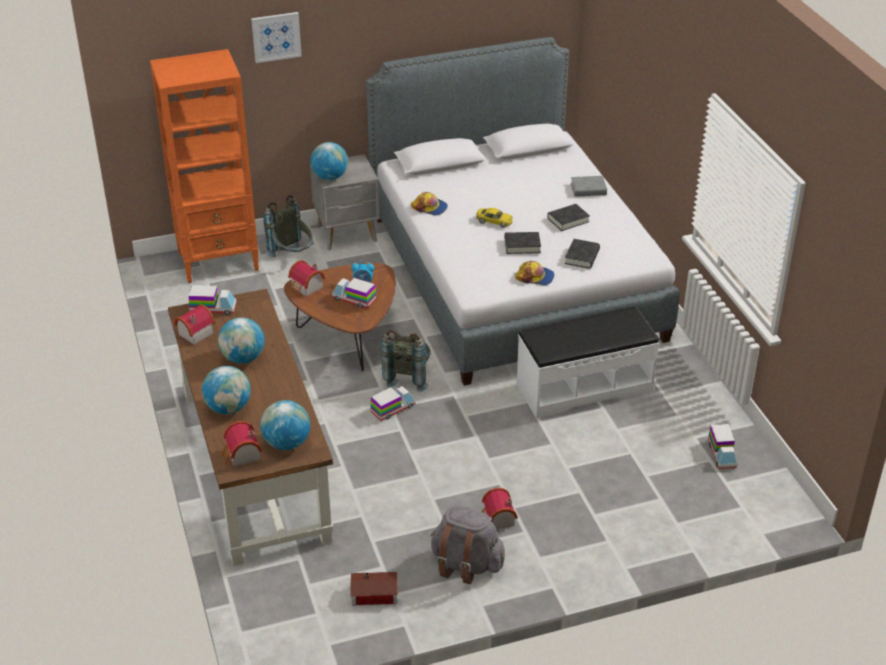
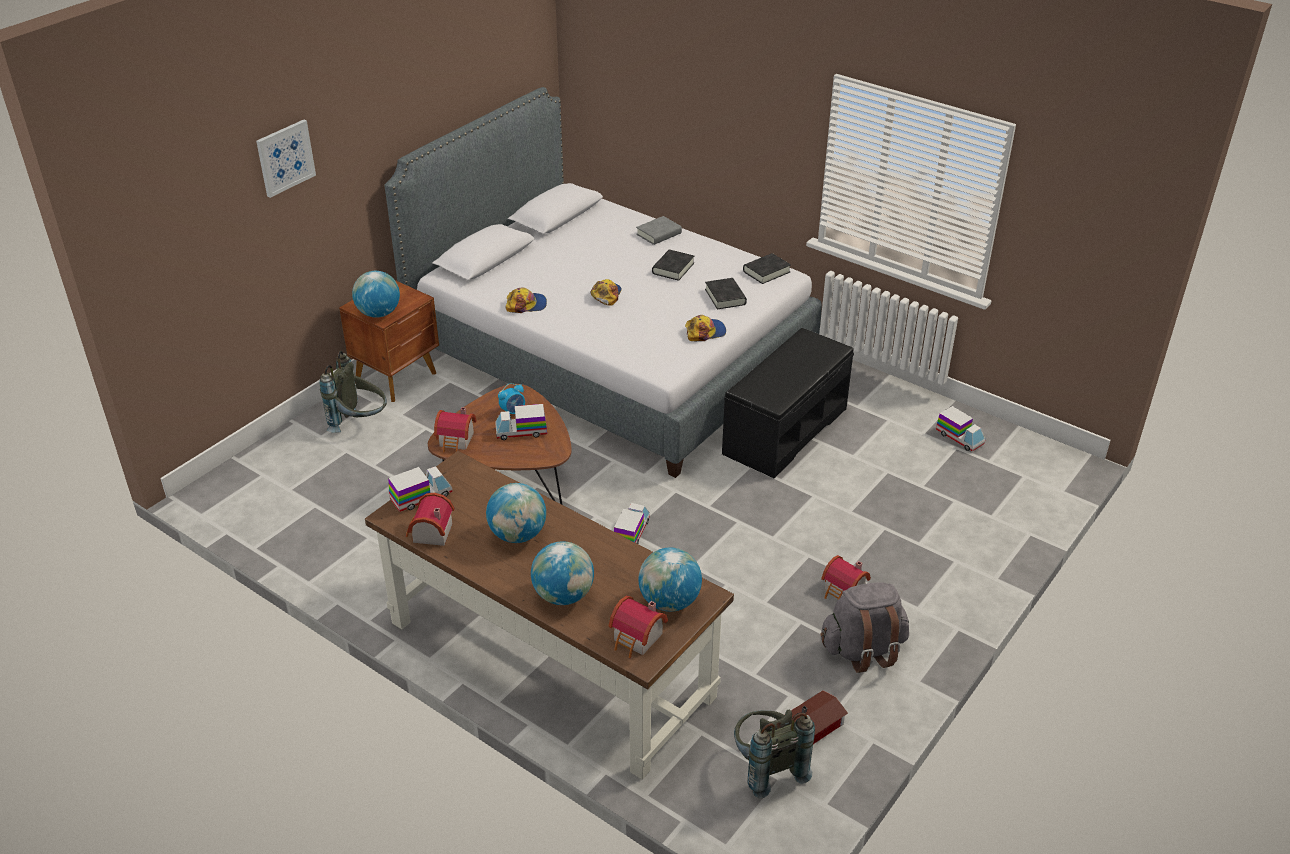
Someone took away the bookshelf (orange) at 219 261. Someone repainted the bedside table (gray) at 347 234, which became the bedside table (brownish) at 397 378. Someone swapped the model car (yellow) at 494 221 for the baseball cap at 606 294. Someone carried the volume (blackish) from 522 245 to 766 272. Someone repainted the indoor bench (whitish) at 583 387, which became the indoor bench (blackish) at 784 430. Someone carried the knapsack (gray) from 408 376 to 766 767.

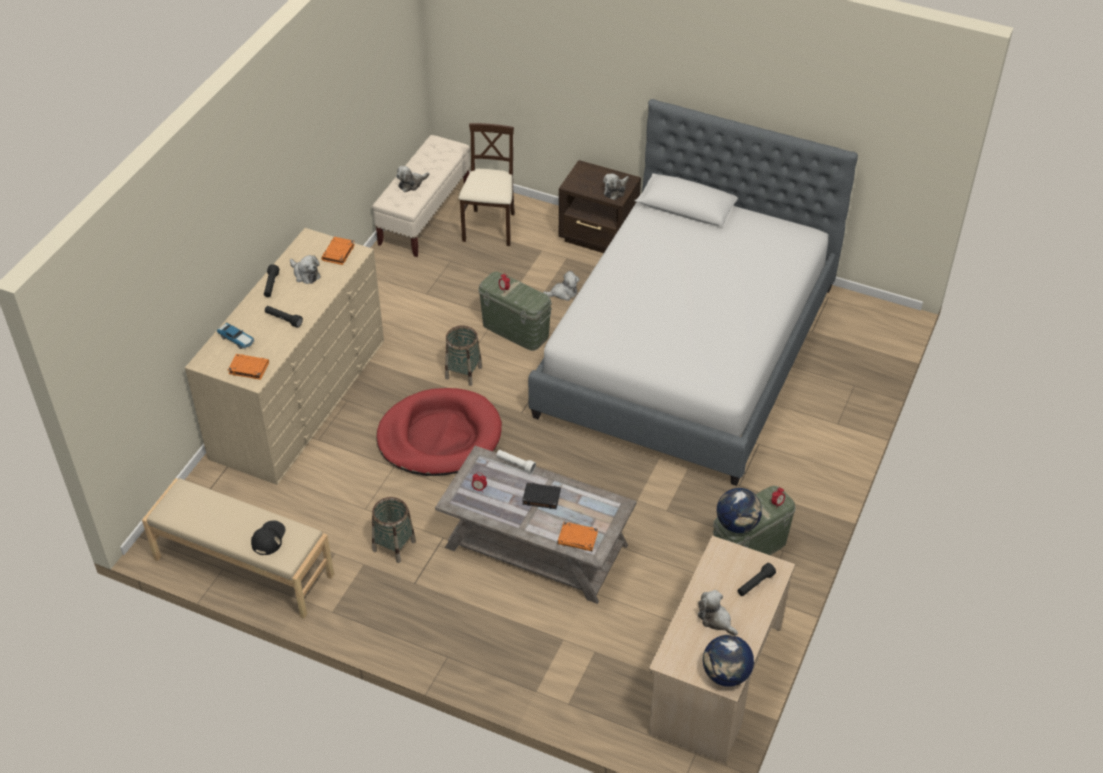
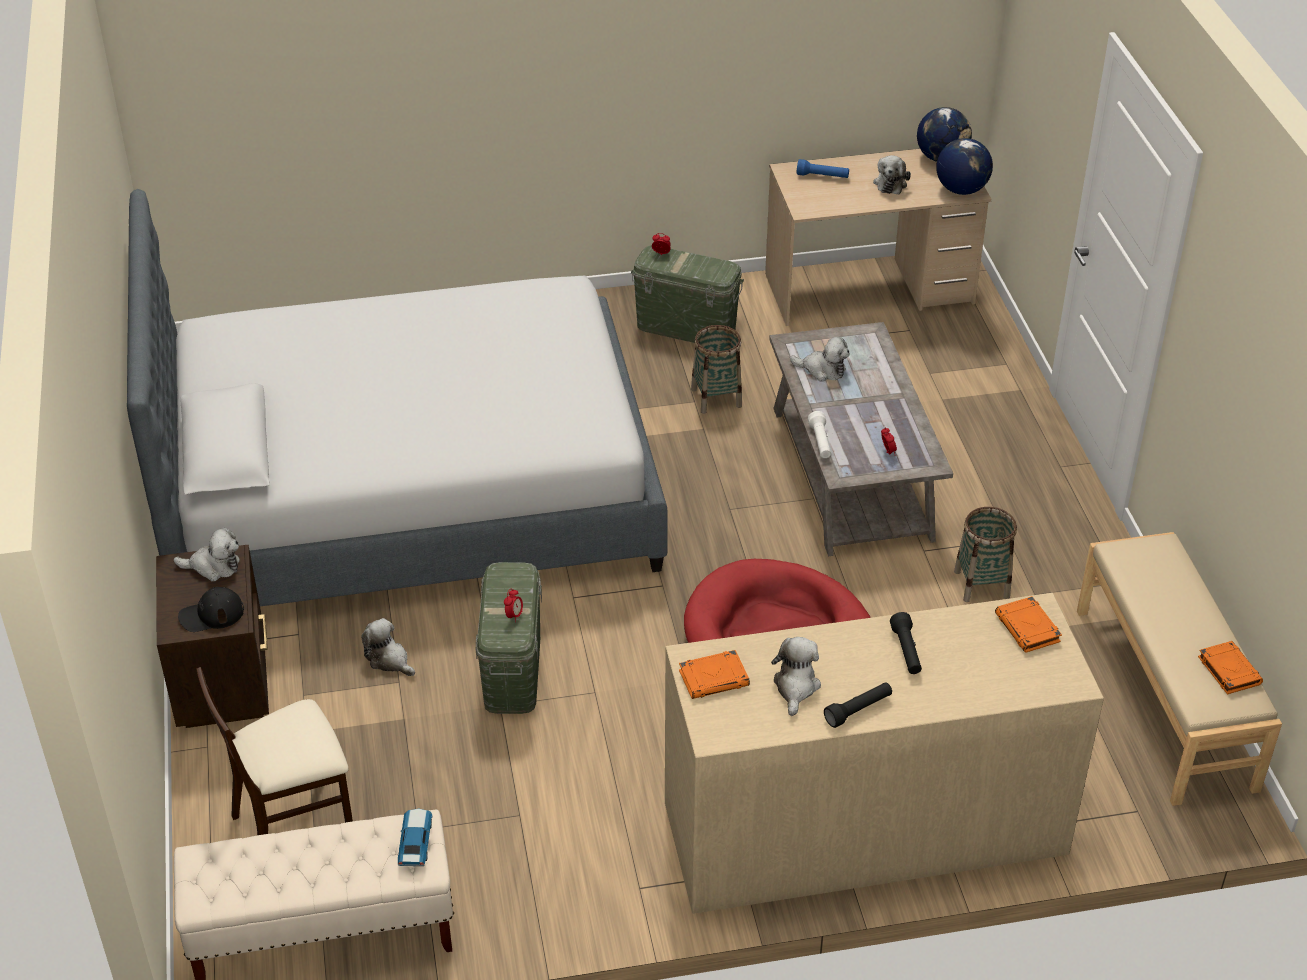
Someone carried the cuddly toy from 411 184 to 822 370. Someone carried the model car from 237 339 to 415 842. Someone carried the household basket from 463 372 to 716 398. Someone took away the volume (blackish) at 541 497. Someone carried the desk globe from 737 524 to 961 189. Someone carried the baseball cap (blackish) from 268 538 to 211 614. Someone carried the volume (orange) from 578 538 to 1228 670. Someone repainted the flashlight (blackish) at 755 584, which became the flashlight (blue) at 822 176.

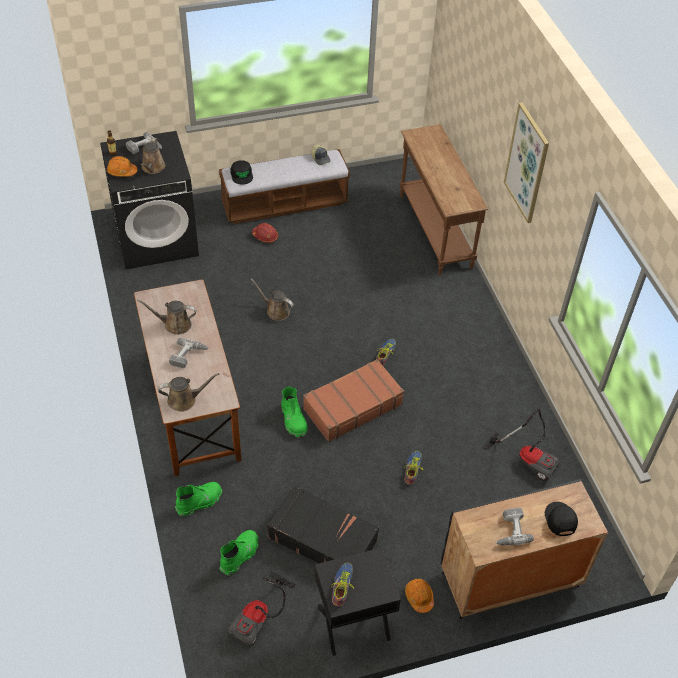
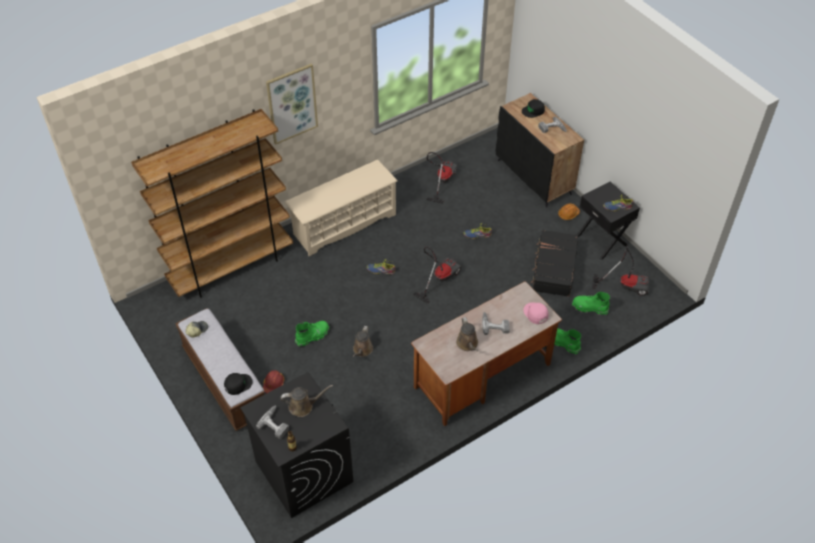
Someone swapped the console table (brownish) at 434 231 for the bookshelf (brownish) at 232 267. Someone took away the hard hat (orange) at 121 171. Someone swapped the suitcase (brownish) at 352 406 for the vacuum cleaner at 439 278. Someone swapped the sprinkling can (brownish) at 185 400 for the baseball cap (pink-coloured) at 535 313. Someone carried the boot (greenish) from 293 420 to 313 336. Someone put down the shoe stand (beige) at 344 224.

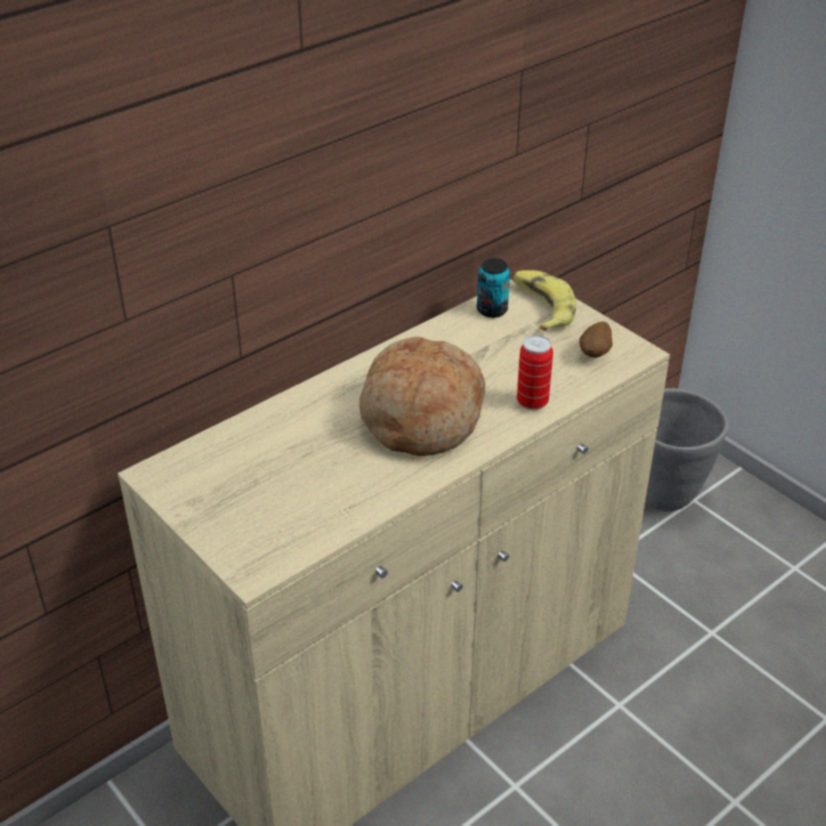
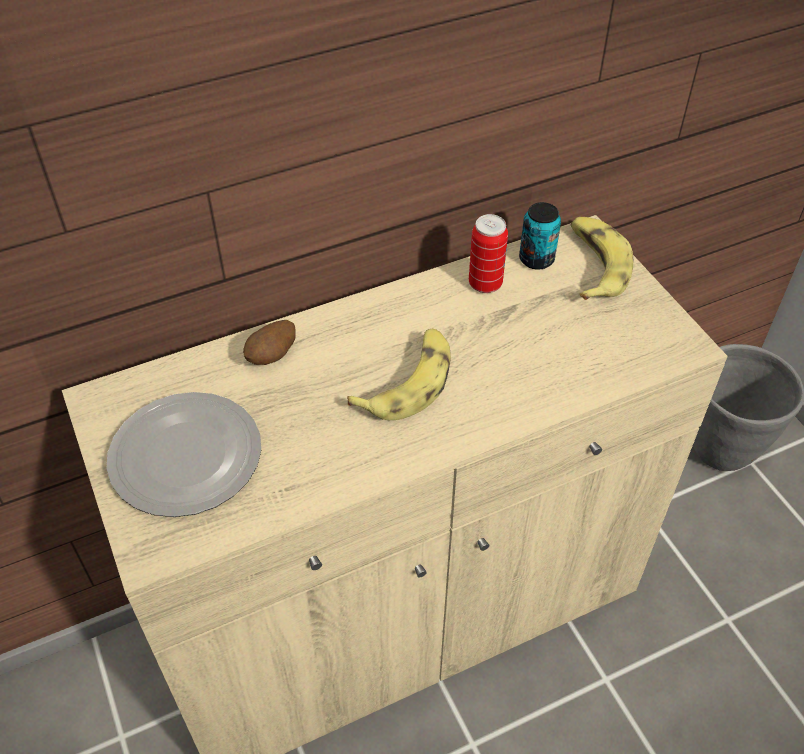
Someone carried the spud from 595 353 to 272 356. Someone carried the can from 532 402 to 485 284. Someone swapped the bread at 420 415 for the whole banana at 408 382. Someone put down the plate at 184 458.

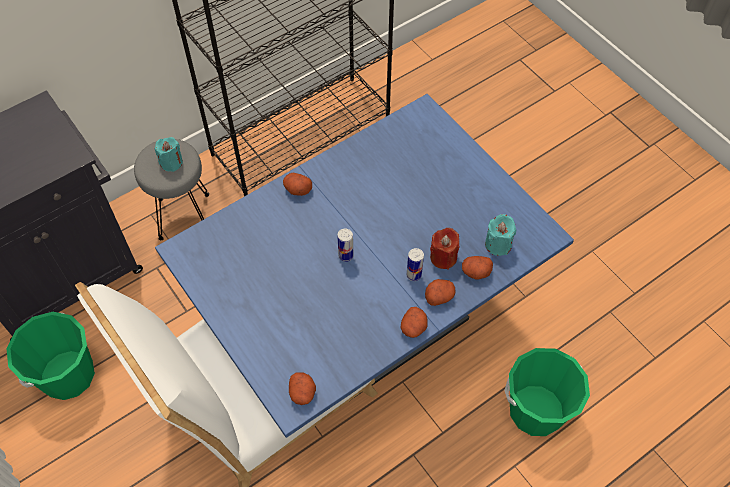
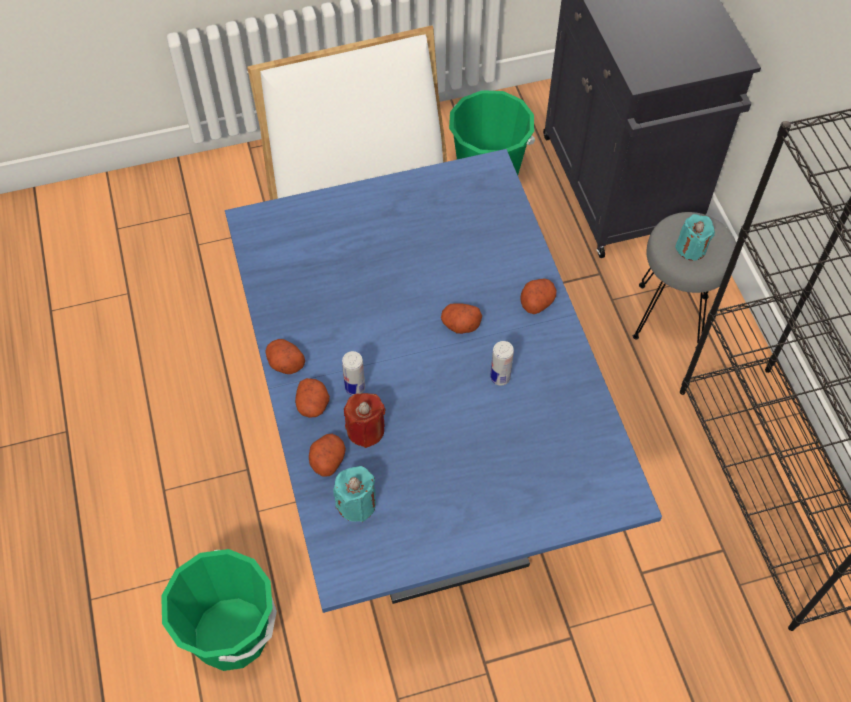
Someone carried the can from 345 255 to 500 377. Someone carried the spud from 302 392 to 460 325.

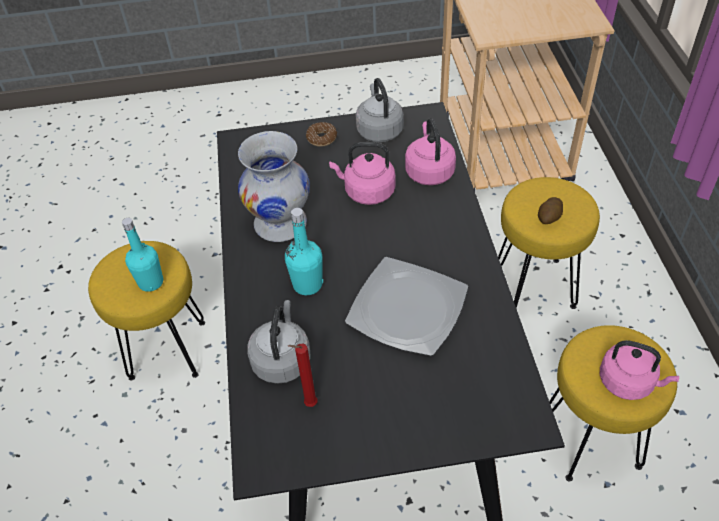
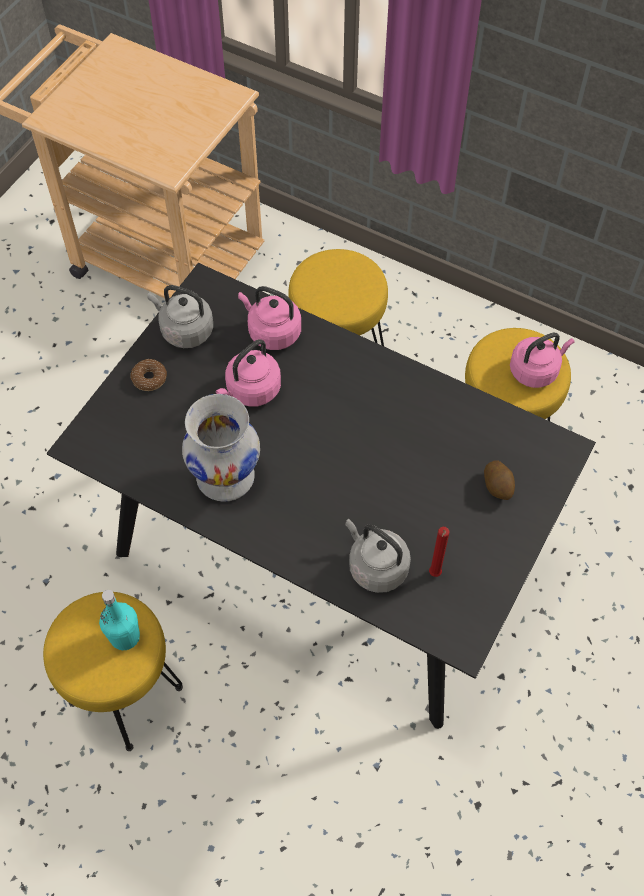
Someone carried the spud from 549 218 to 498 486. Someone took away the bottle (turquoise-coloured) at 307 284. Someone took away the plate at 407 308.

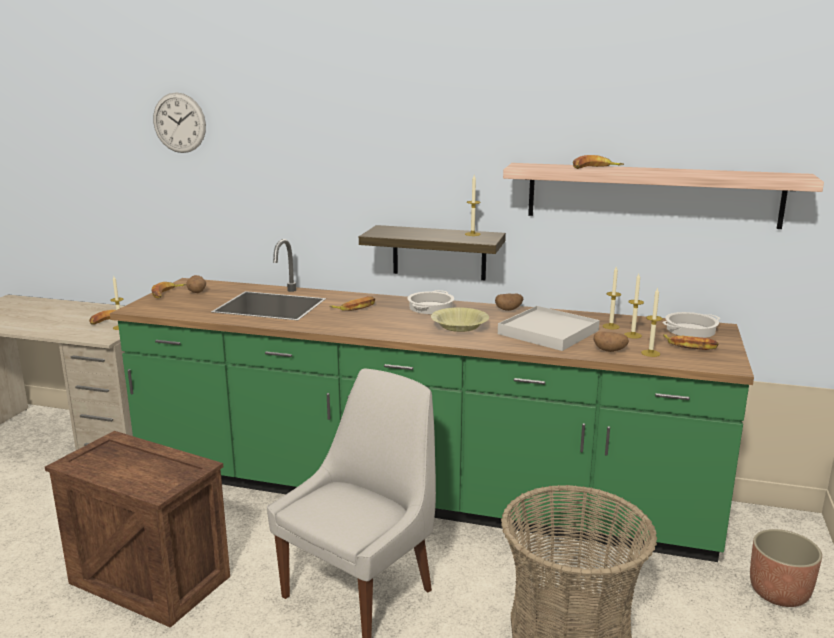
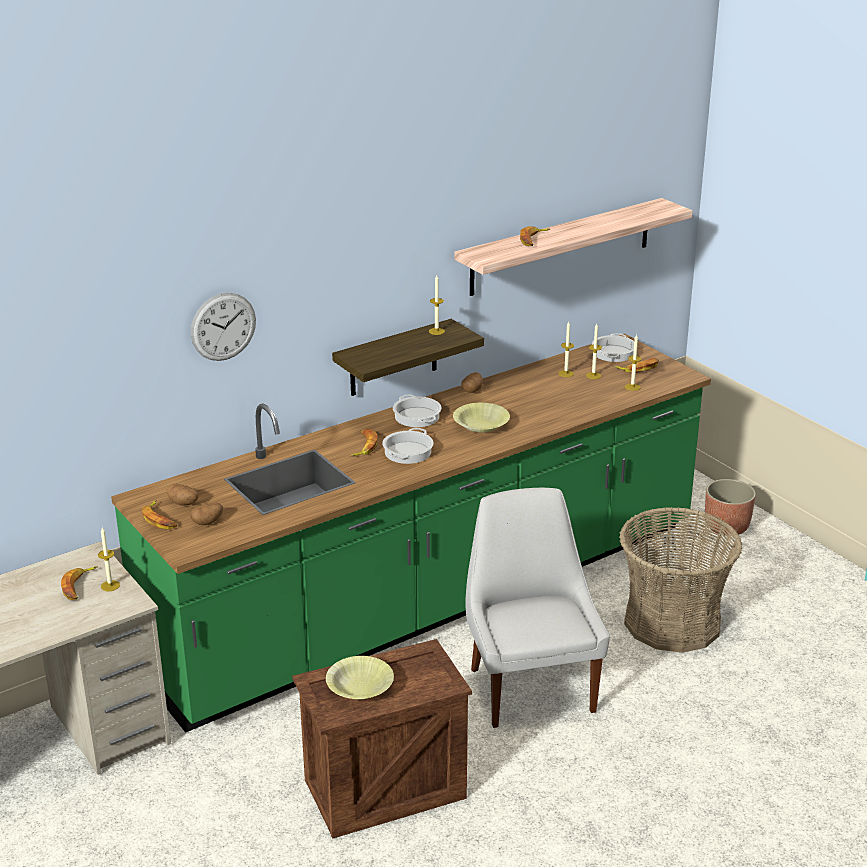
Someone carried the clock on the wall from 179 123 to 223 326. Someone took away the tray (whitish) at 548 332. Someone carried the spud from 610 350 to 207 522. Someone put down the cooking pot at 408 452. Someone put down the bowl (yellow) at 360 687.

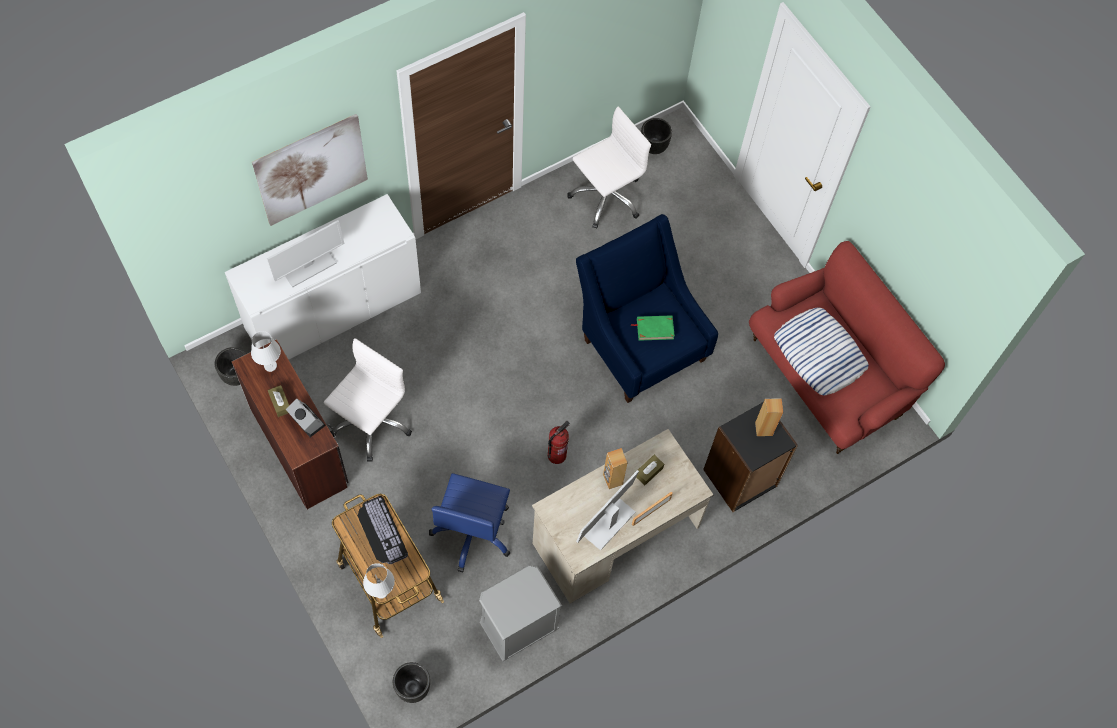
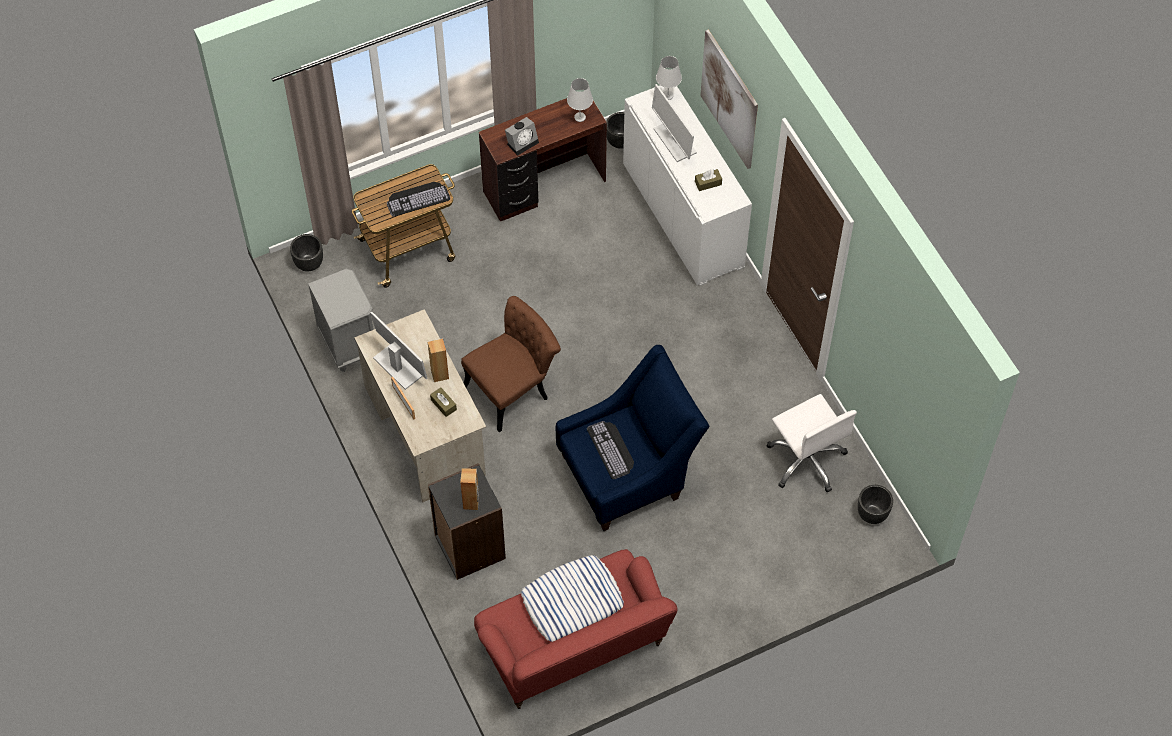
Someone swapped the volume (greenish) at 654 329 for the computer keyboard at 612 449. Someone took away the office chair (whitish) at 370 422. Someone carried the tissue box (brownish) from 280 403 to 708 183. Someone swapped the extinguisher at 556 455 for the chair (brownish) at 513 389. Someone took away the office chair (blue) at 473 532. Someone carried the tabletop lamp (whitish) from 381 592 to 667 95.

